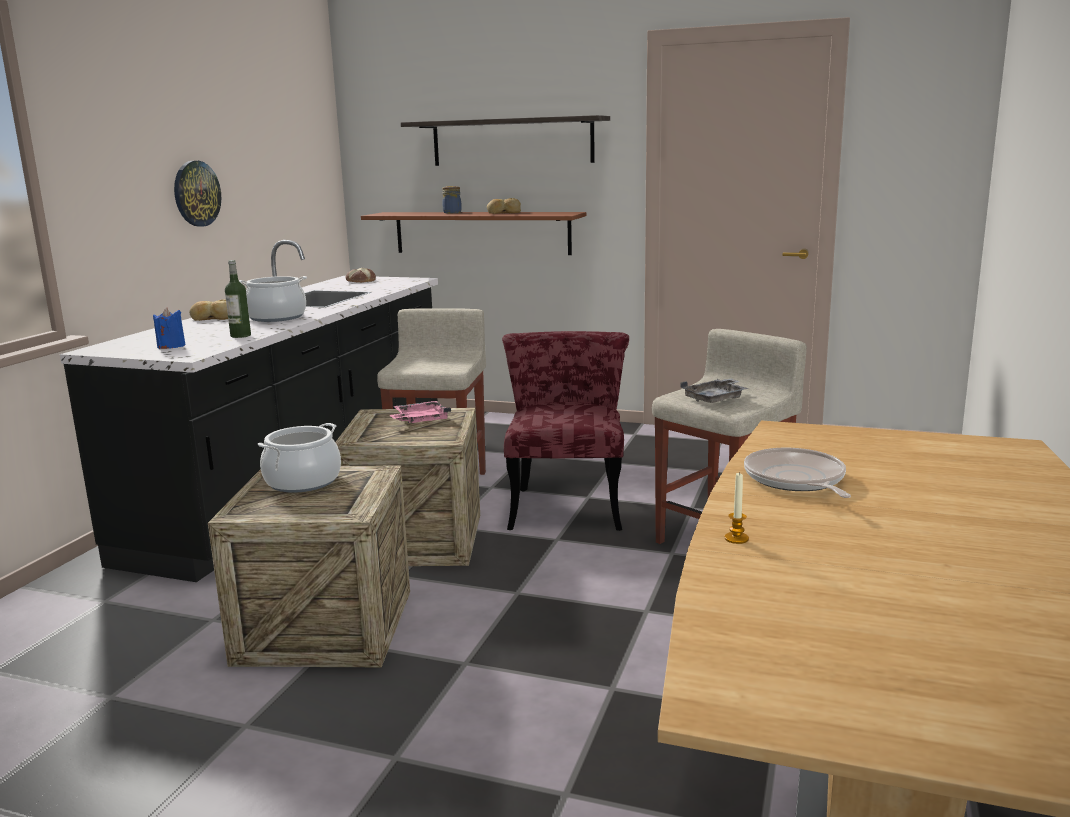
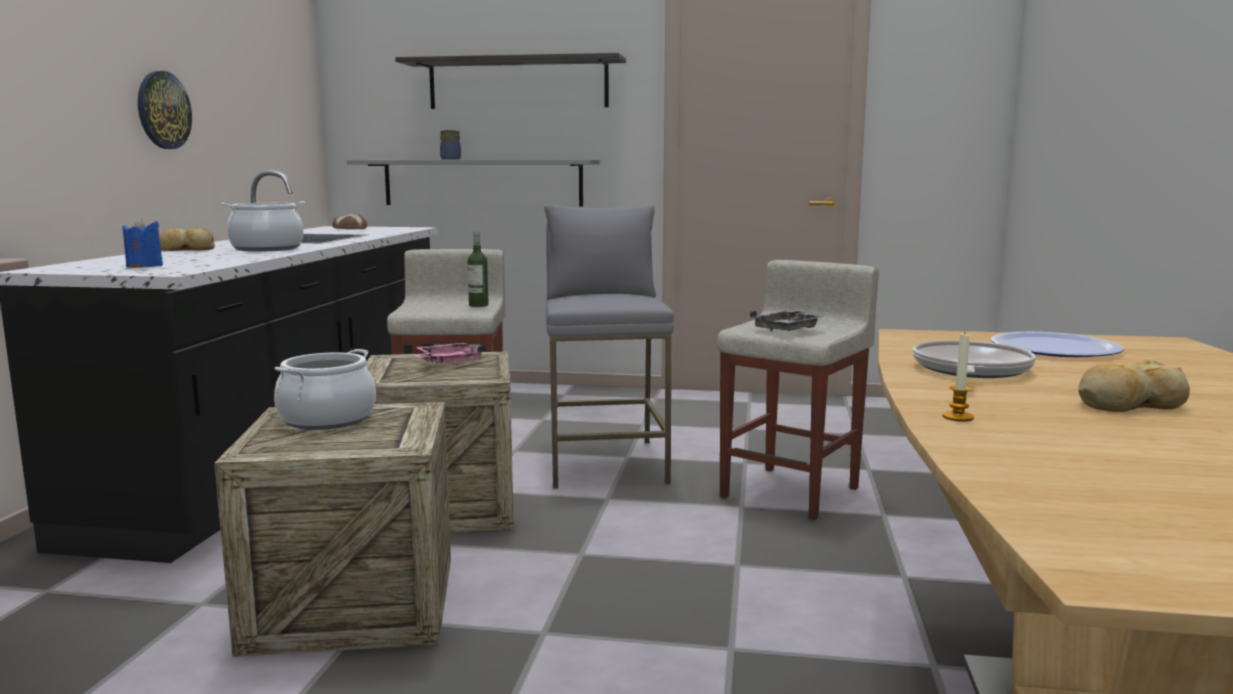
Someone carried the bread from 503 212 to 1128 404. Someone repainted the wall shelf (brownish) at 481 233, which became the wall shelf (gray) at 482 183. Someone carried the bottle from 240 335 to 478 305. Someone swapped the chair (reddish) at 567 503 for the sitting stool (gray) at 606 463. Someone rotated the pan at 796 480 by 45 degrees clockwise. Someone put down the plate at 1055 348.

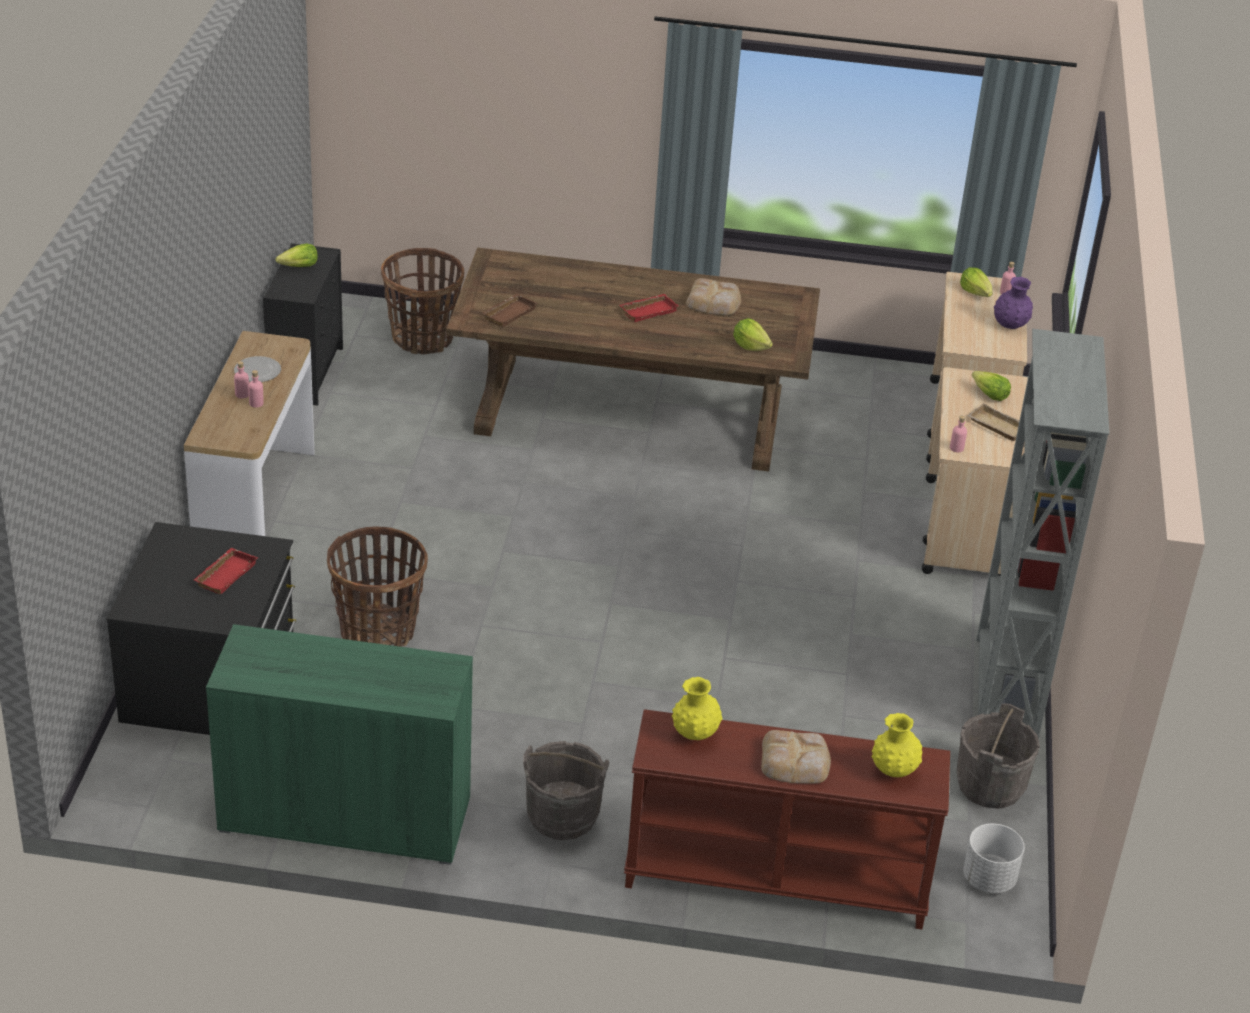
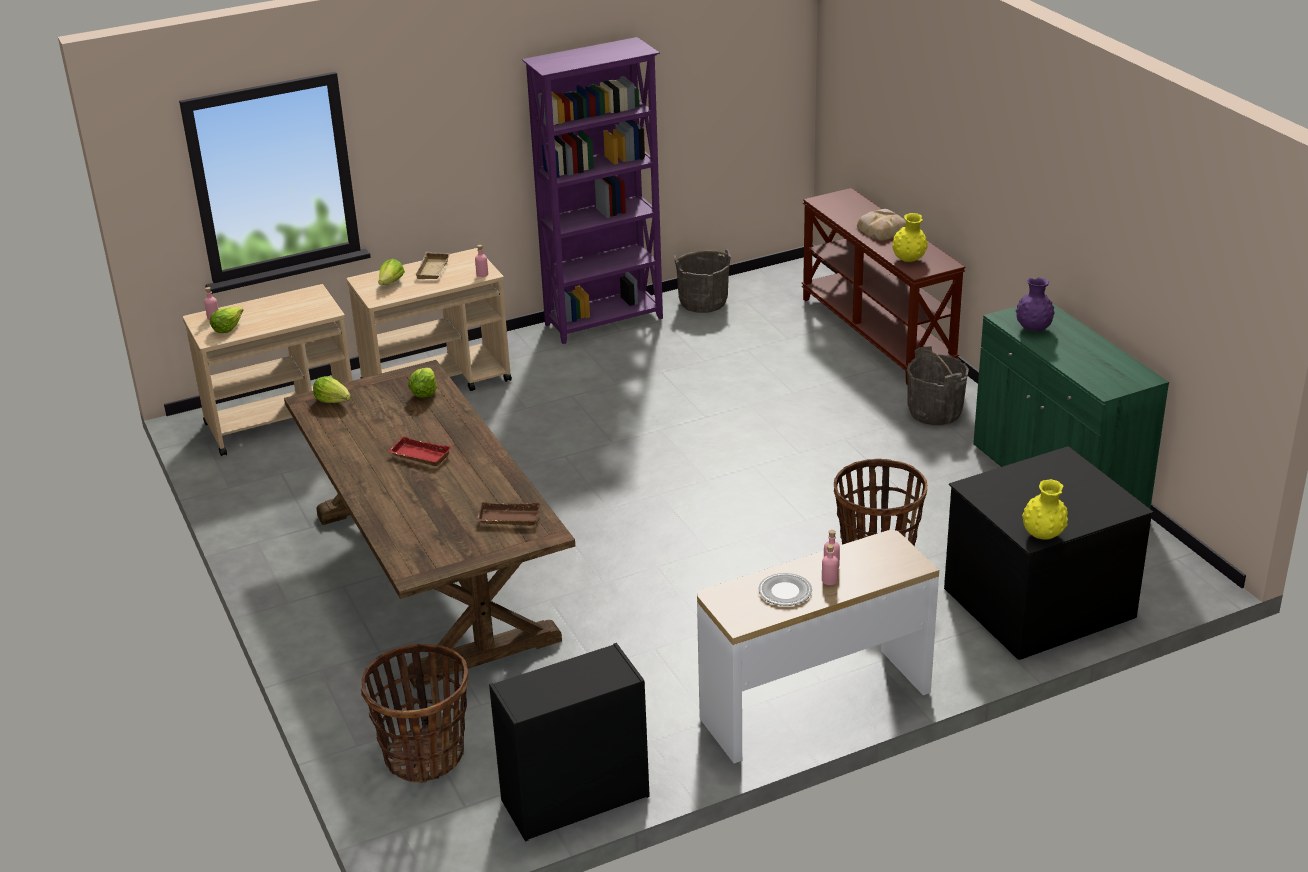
Someone carried the head of lettuce from 299 267 to 333 400. Someone carried the decorative vase (purple) from 1010 326 to 1033 329. Someone took away the bread at 714 302. Someone repainted the bookshelf (gray) at 1004 690, which became the bookshelf (purple) at 605 322. Someone took away the tray (reddish) at 225 574. Someone carried the decorative vase (yellow) from 893 771 to 1043 535. Someone took away the plant pot (whitish) at 989 879.

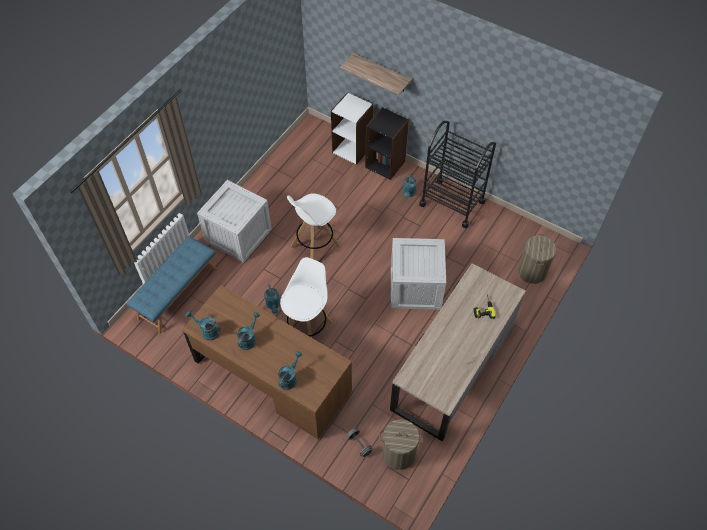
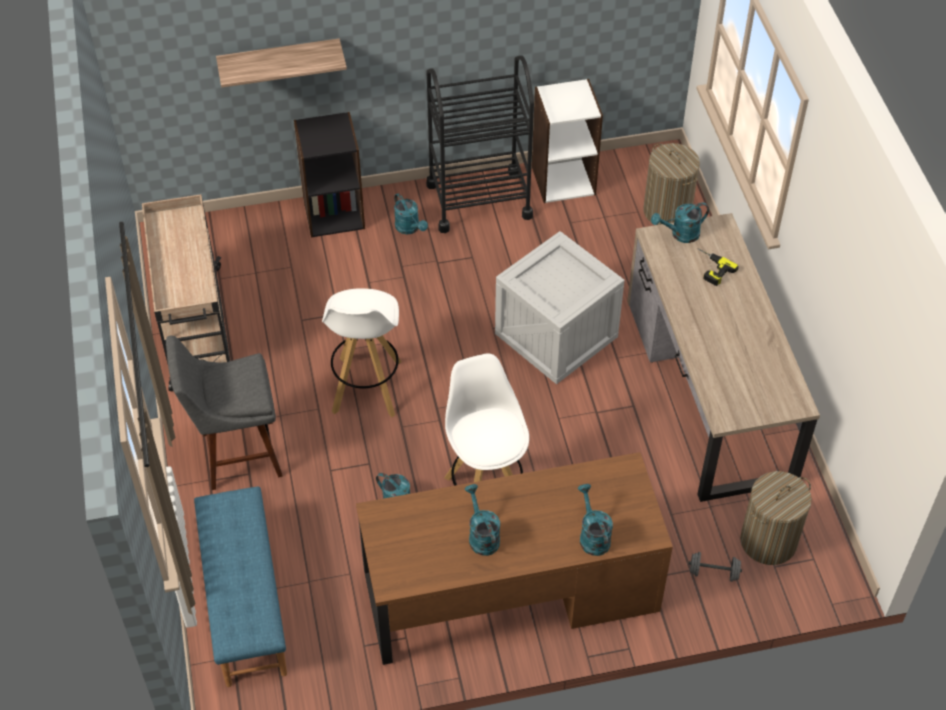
Someone carried the bookshelf (whitish) from 352 149 to 563 180. Someone swapped the shipping crate at 238 234 for the sitting stool (gray) at 236 455. Someone carried the sprinkling can (turquoise-coloured) from 207 331 to 680 234. Someone put down the cart (beige) at 195 329.

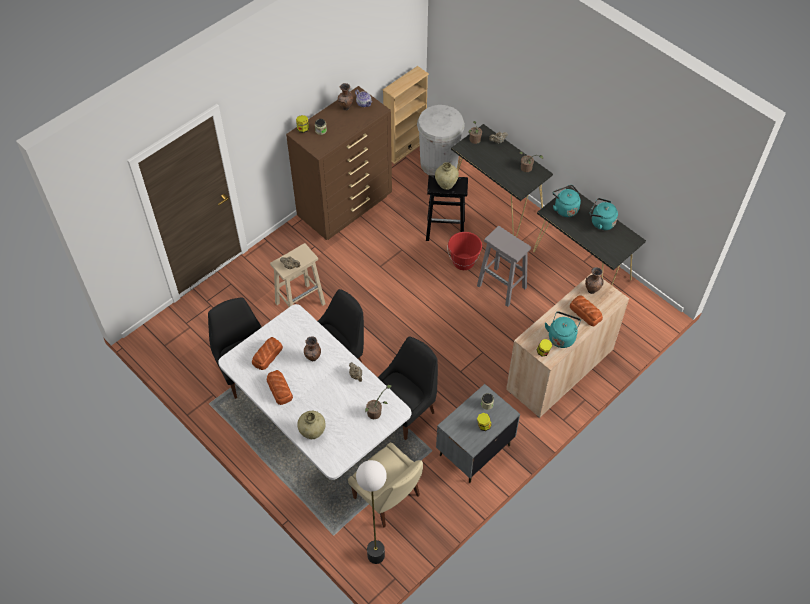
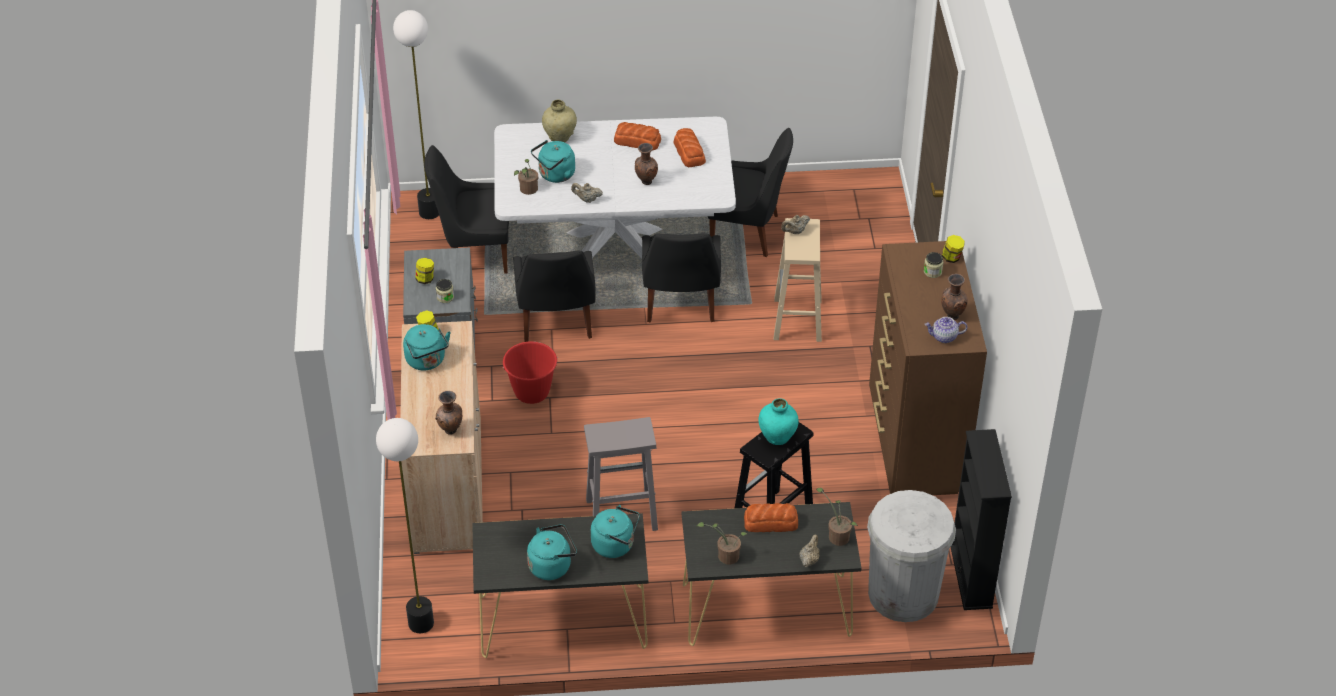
Someone repainted the bookshelf (beige) at 405 148, which became the bookshelf (blackish) at 971 575. Someone repainted the decorative vase (beige) at 446 185, which became the decorative vase (turquoise-coloured) at 777 438. Someone carried the bucket (reddish) from 463 262 to 532 392. Someone carried the bread from 585 312 to 771 522. Someone repainted the chair (beige) at 388 498, which became the chair (blackish) at 474 253. Someone put down the kettle (turquoise-coloured) at 555 175. Someone put down the standard lamp at 421 622.

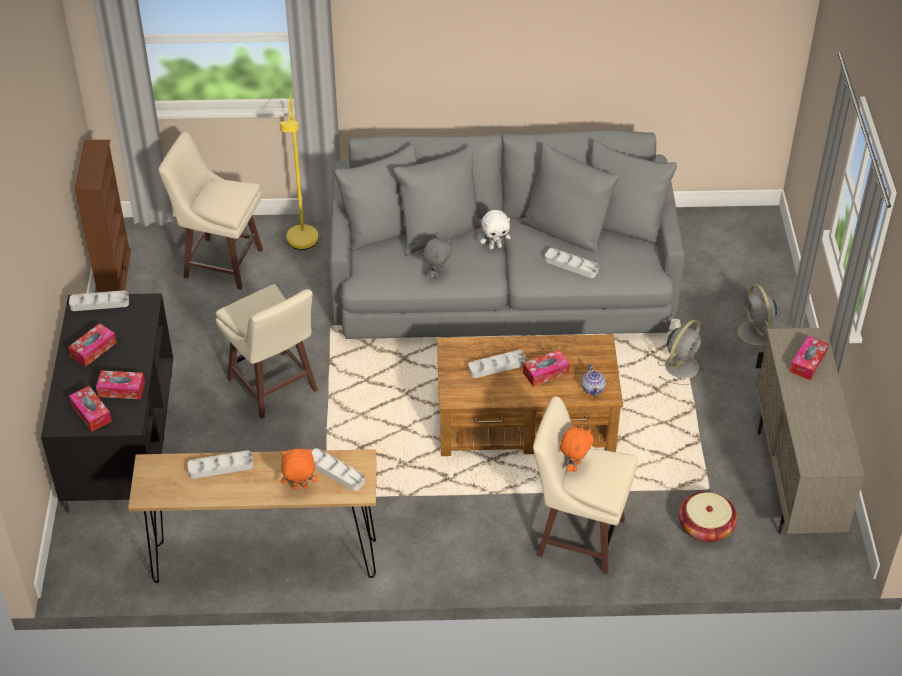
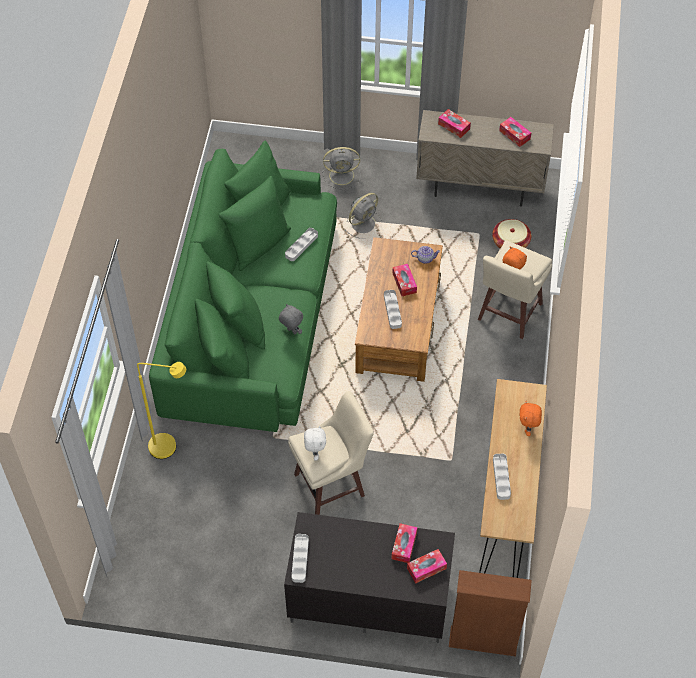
Someone repainted the couch (gray) at 502 281, which became the couch (greenish) at 251 315. Someone took away the sitting stool (beige) at 221 262. Someone carried the bookshelf (brownish) from 114 274 to 483 641. Someone carried the cuddly toy (whitish) from 495 246 to 315 452. Someone rotated the fan (gray) at 682 365 by 90 degrees clockwise. Someone carried the tissue box from 93 349 to 514 135. Someone took away the tray (gray) at 335 472.

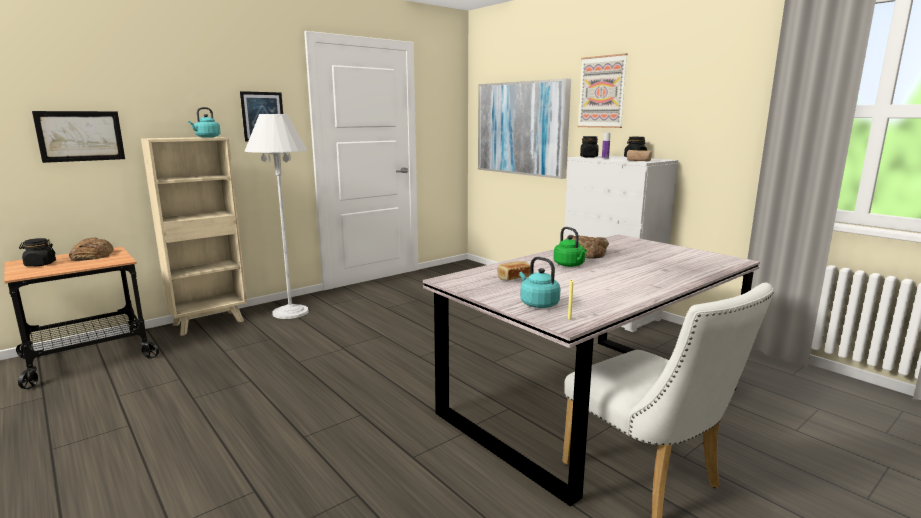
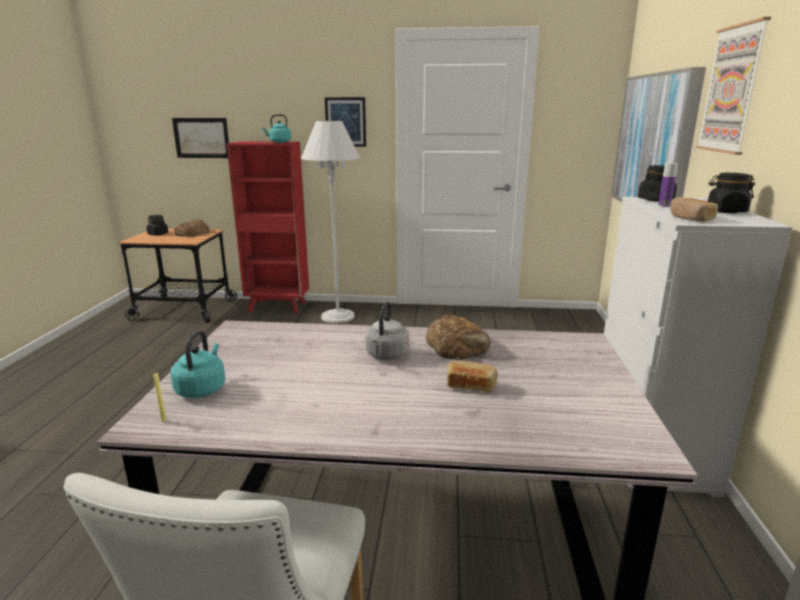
Someone repainted the bookshelf (beige) at 210 323, which became the bookshelf (reddish) at 278 307. Someone repainted the kettle (greenish) at 570 265, which became the kettle (gray) at 386 356. Someone carried the bread from 513 278 to 471 386.

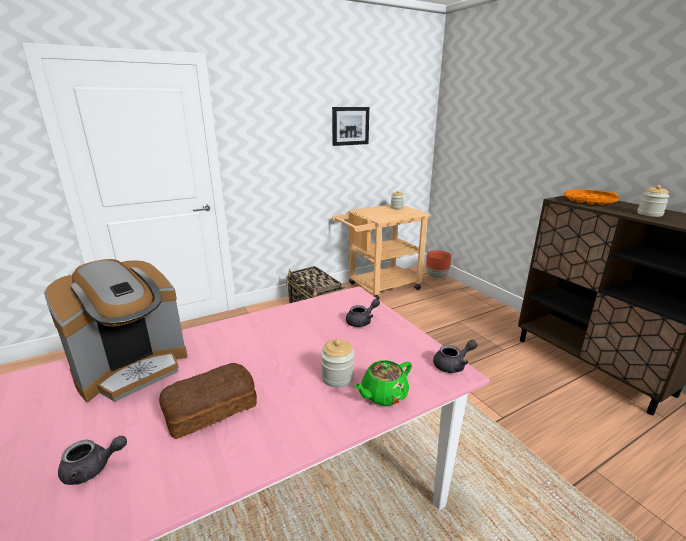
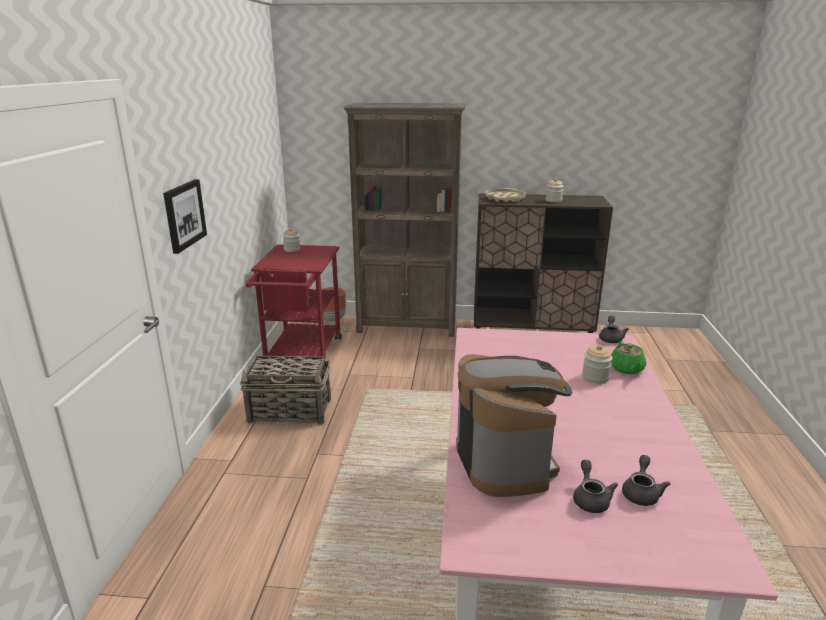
Someone carried the wall art from 350 126 to 184 215. Someone repainted the tray (orange) at 589 201, which became the tray (beige) at 505 199. Someone repainted the cart (beige) at 379 287, which became the cart (reddish) at 302 355. Someone carried the pot for tea (gray) from 362 321 to 590 499. Someone took away the bread at 209 409. Someone put down the bookshelf (brownish) at 407 326.

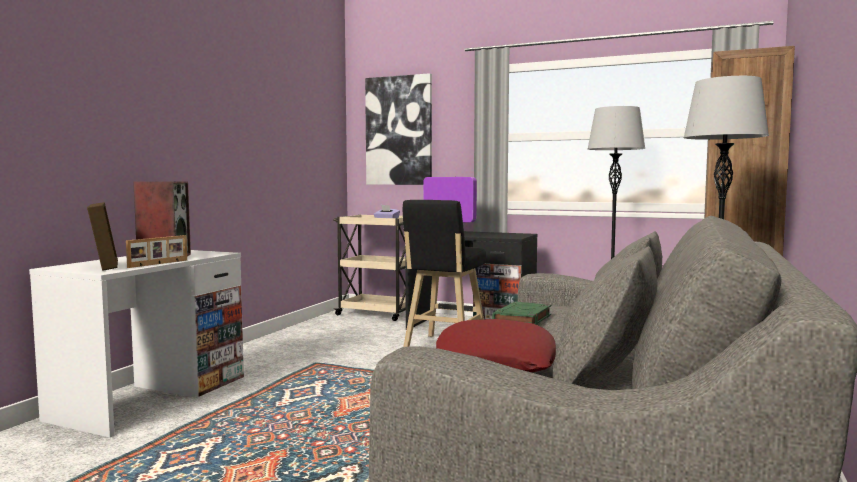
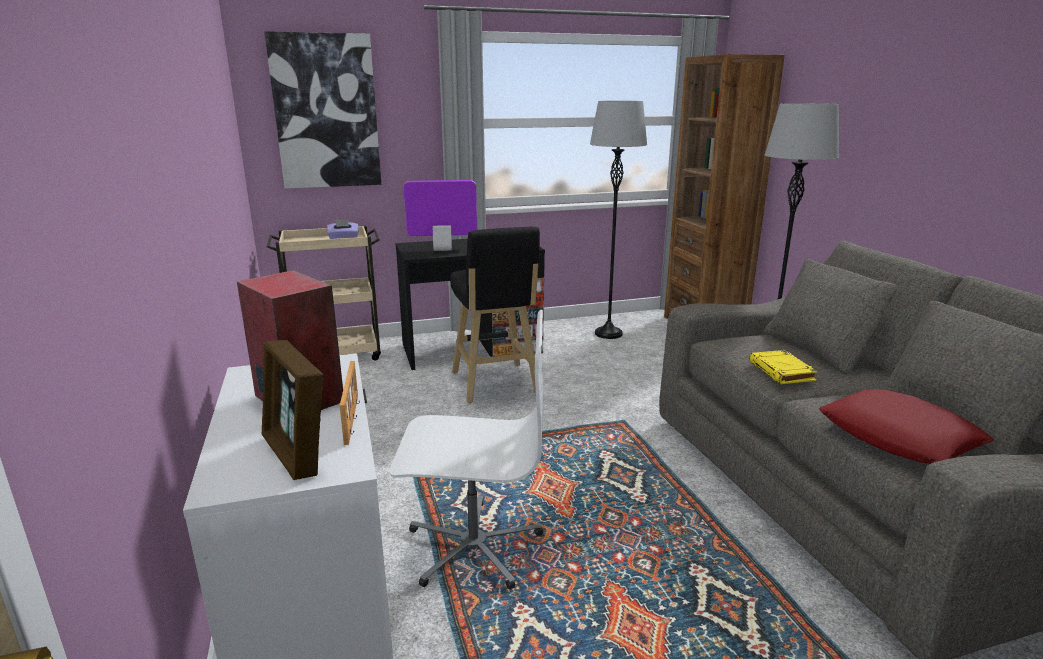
Someone rotated the photo frame at 105 266 by 150 degrees counterclockwise. Someone repainted the volume (greenish) at 522 319, which became the volume (yellow) at 782 371. Someone put down the office chair (whitish) at 473 545.

